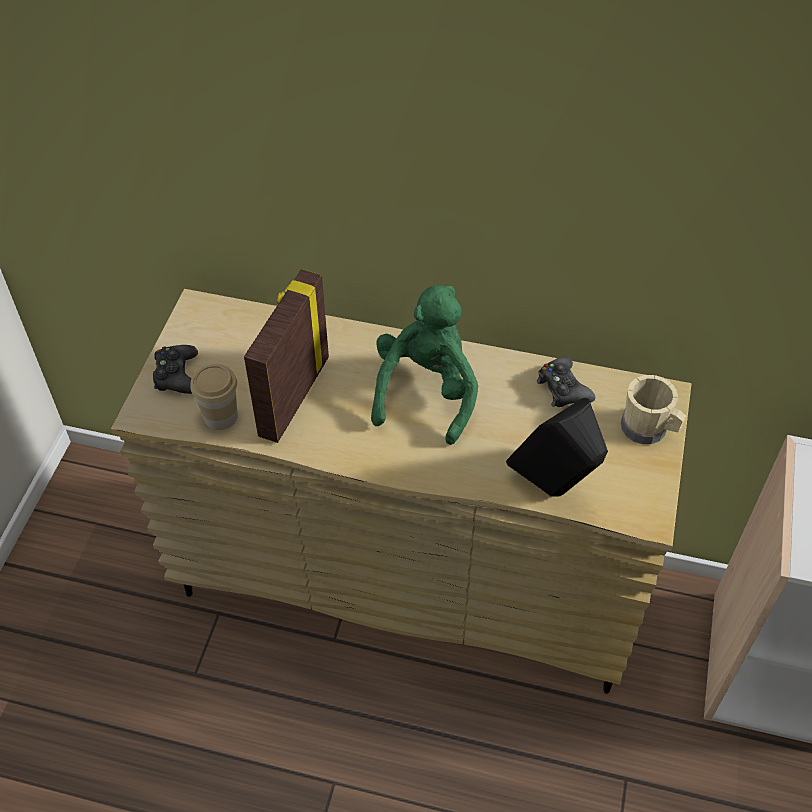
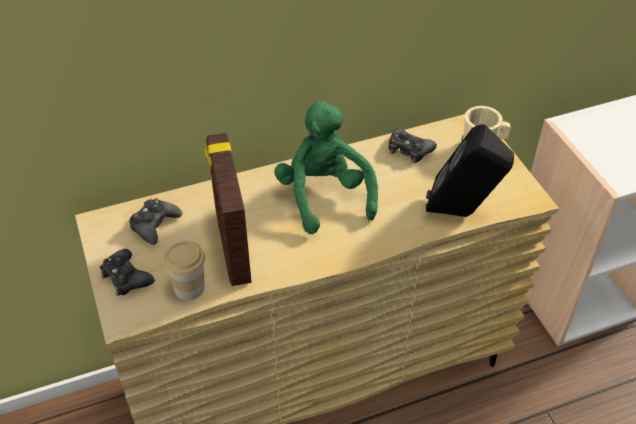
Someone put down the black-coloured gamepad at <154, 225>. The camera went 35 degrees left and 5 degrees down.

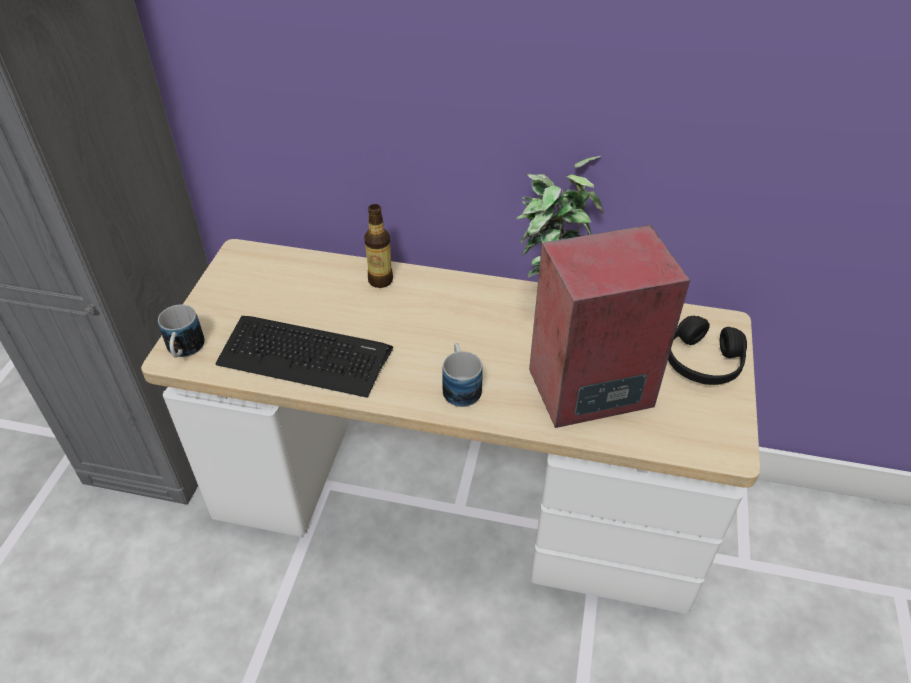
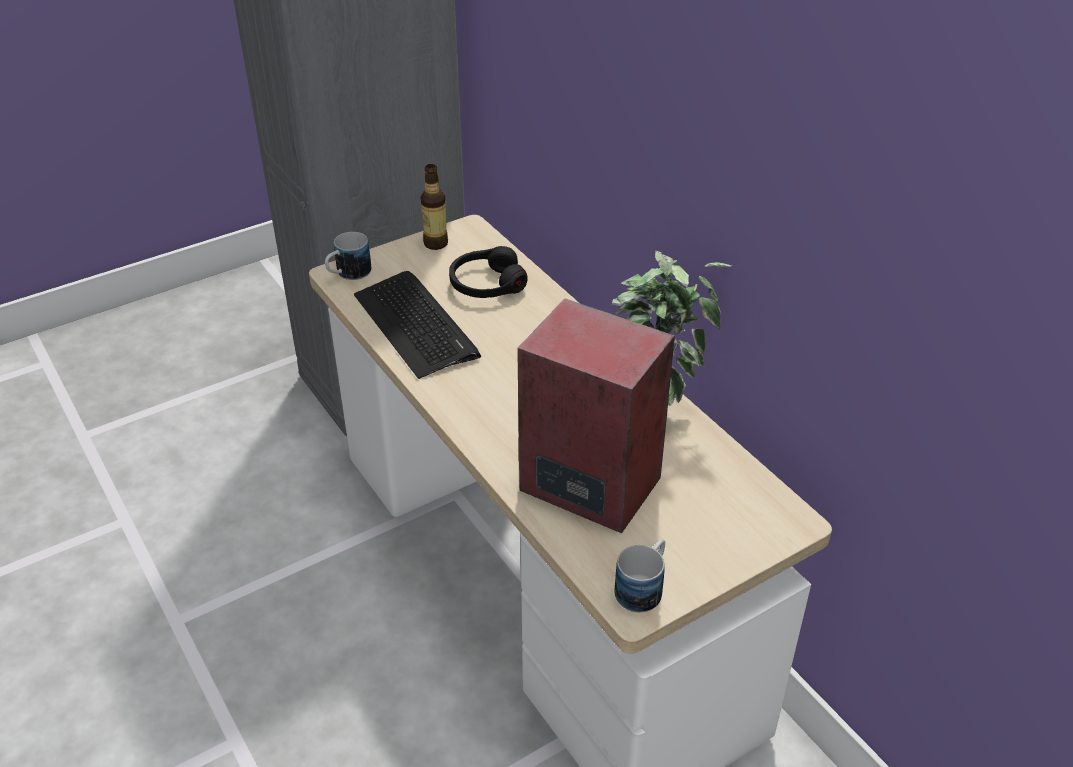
Someone carried the bottle from <380, 280> to <436, 243>. Someone carried the black-coloured headset from <702, 362> to <487, 284>. Someone carried the tea mug from <460, 385> to <643, 587>. The camera went 45 degrees right and 5 degrees down.

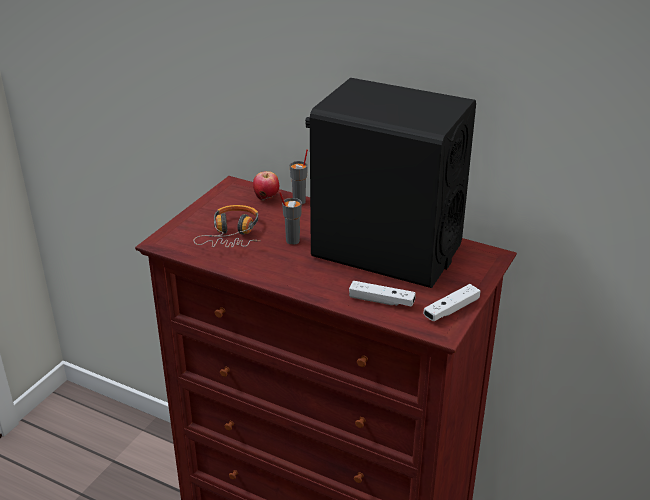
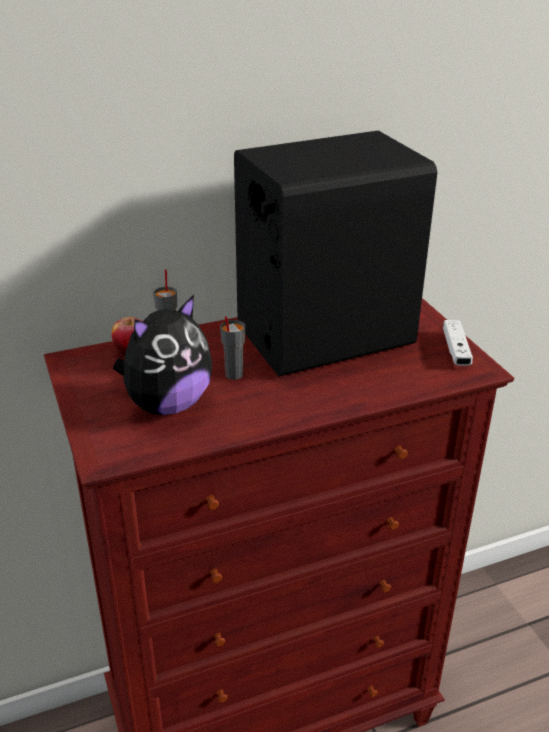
Someone swapped the headset at <232, 235> for the plush toy at <167, 404>. Someone took away the white gamepad at <381, 301>. The camera went 50 degrees left and 0 degrees up.

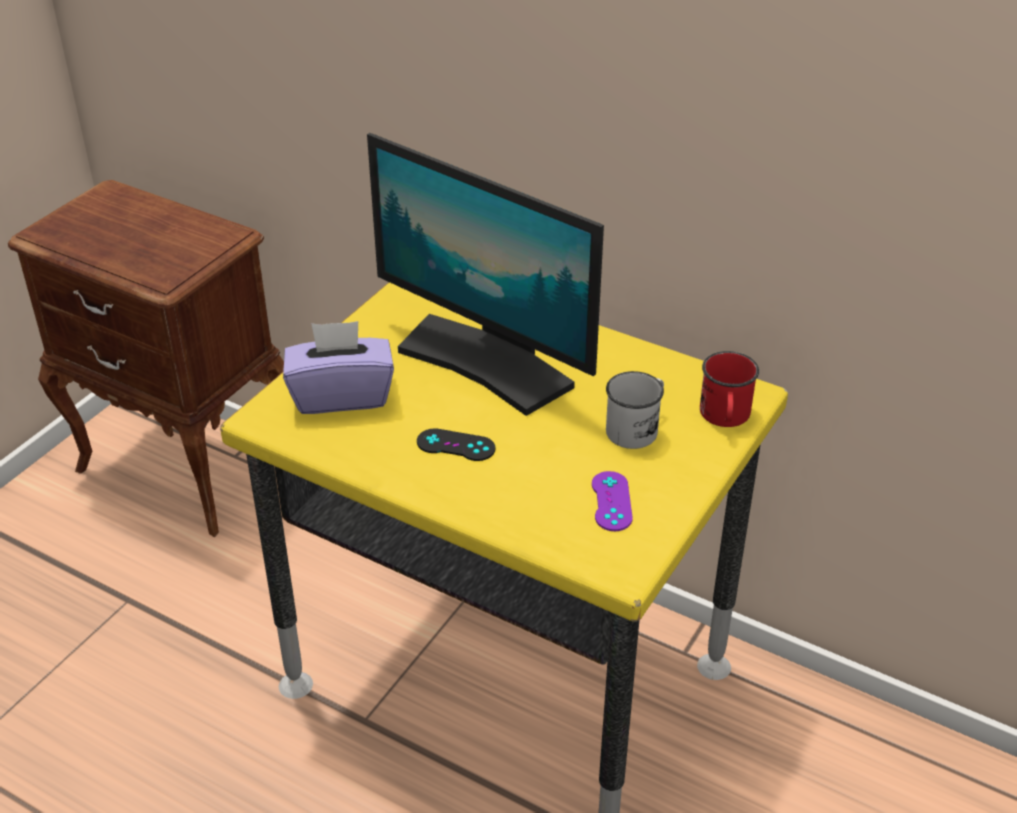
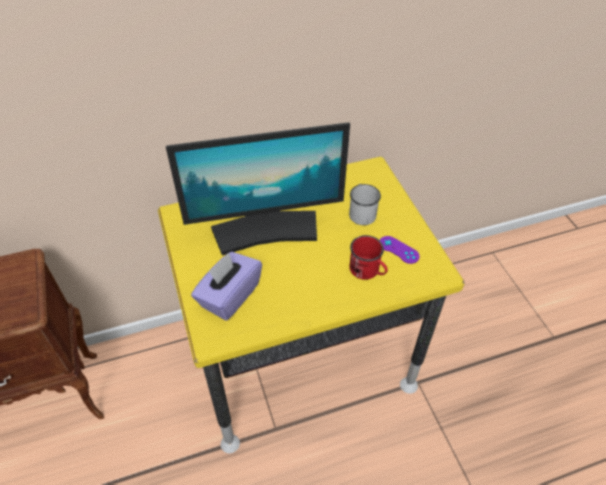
Someone carried the red-coloured tea mug from <725, 417> to <368, 271>. Someone took away the black-coloured gamepad at <456, 445>. The camera went 50 degrees left and 10 degrees up.

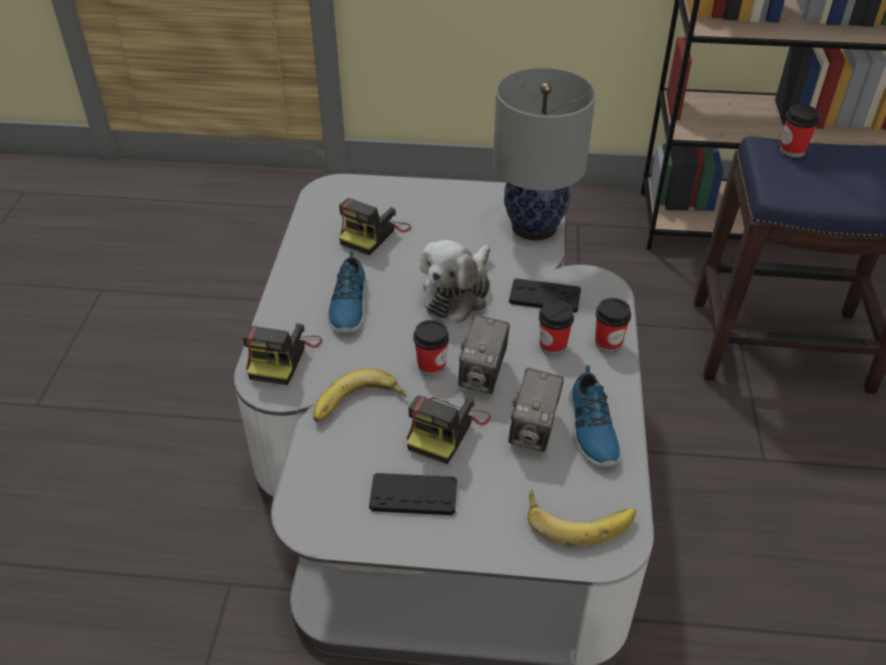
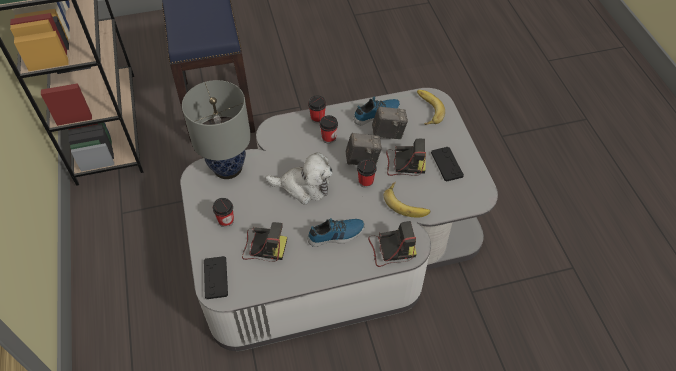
Someone carried the black-coloured gamepad from <545, 297> to <216, 278>. Someone carried the small cup from <792, 151> to <226, 220>. The camera went 110 degrees left and 10 degrees up.

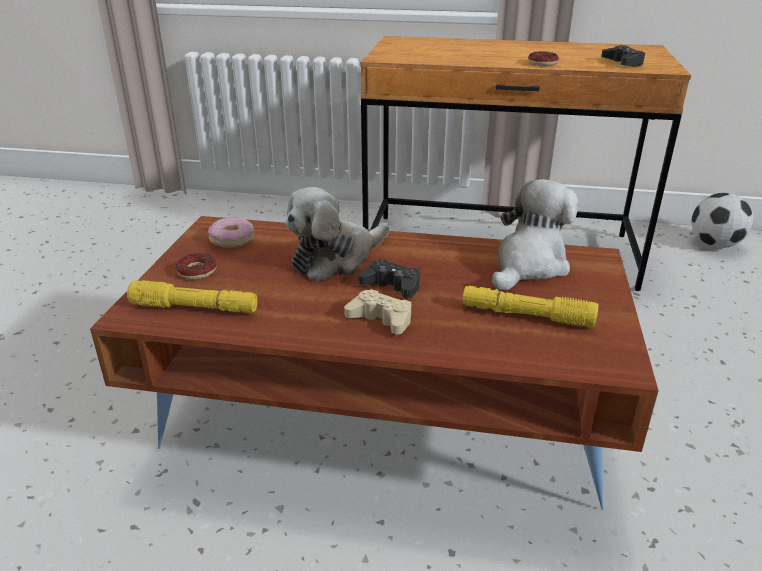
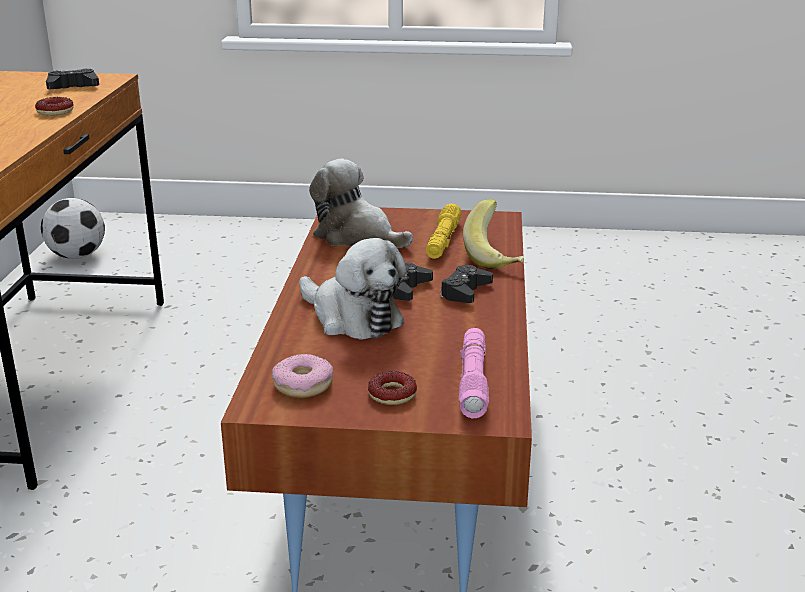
Someone repainted the sand-coloured gamepad at <381, 319>, which became the black-coloured gamepad at <465, 291>. Someone repainted the yellow torch at <195, 308>, which became the pink torch at <473, 381>. Someone put down the banana at <496, 257>. The camera went 95 degrees left and 5 degrees down.

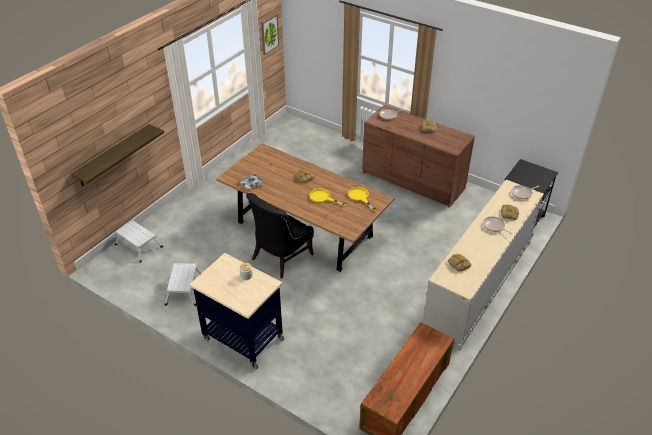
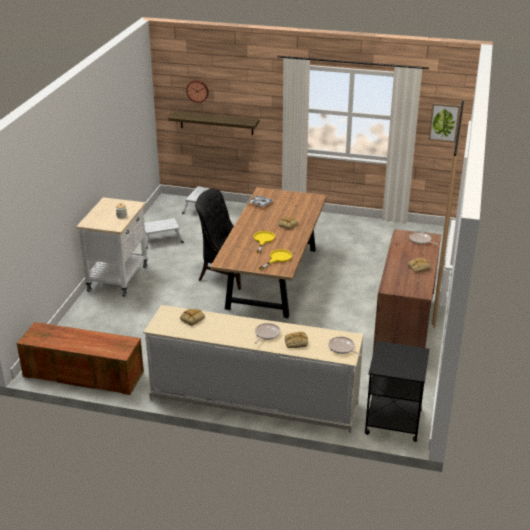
Someone repainted the blue trolley at <242, 339>, which became the white trolley at <117, 278>. Someone put up the wall clock at <197, 91>. The camera went 70 degrees right and 10 degrees down.

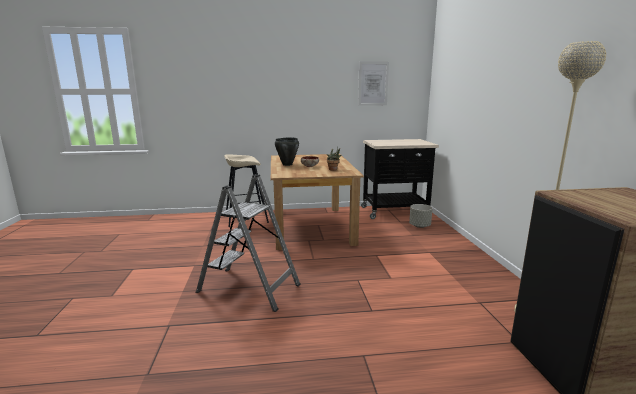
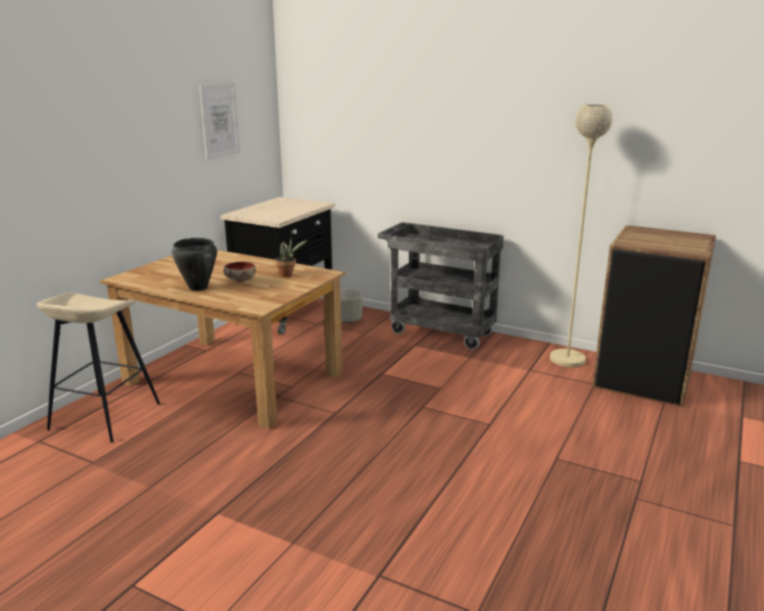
Someone put down the black-coloured trolley at <437, 334>. Someone took away the gray stepladder at <250, 288>. The camera went 55 degrees left and 5 degrees up.

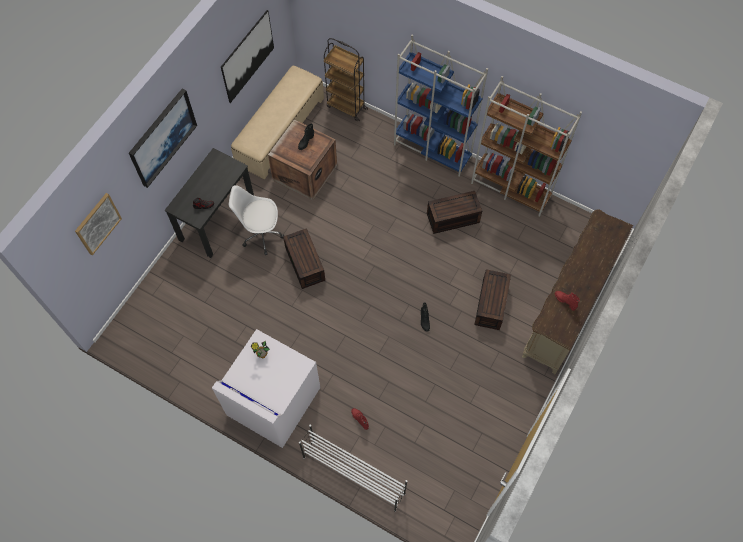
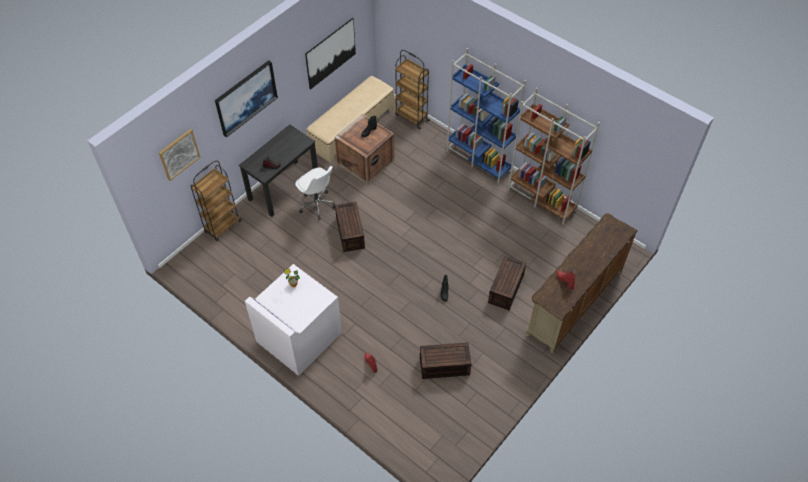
Someone put down the brown trolley at <222, 227>. Someone rotated the white computer chair at <261, 235> by 150 degrees counterclockwise. Someone carried the brown storage container from <452, 219> to <444, 367>. Someone took away the white shoe stand at <353, 475>. The camera went 10 degrees right and 10 degrees down.

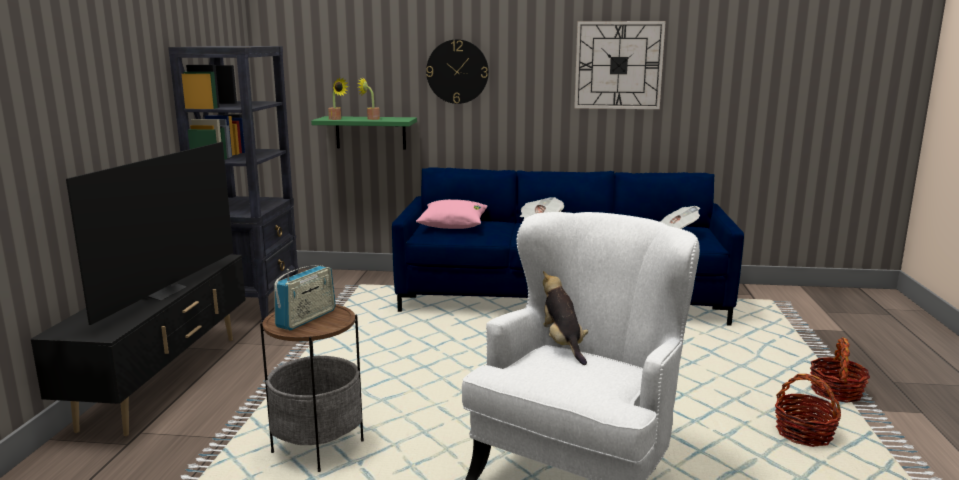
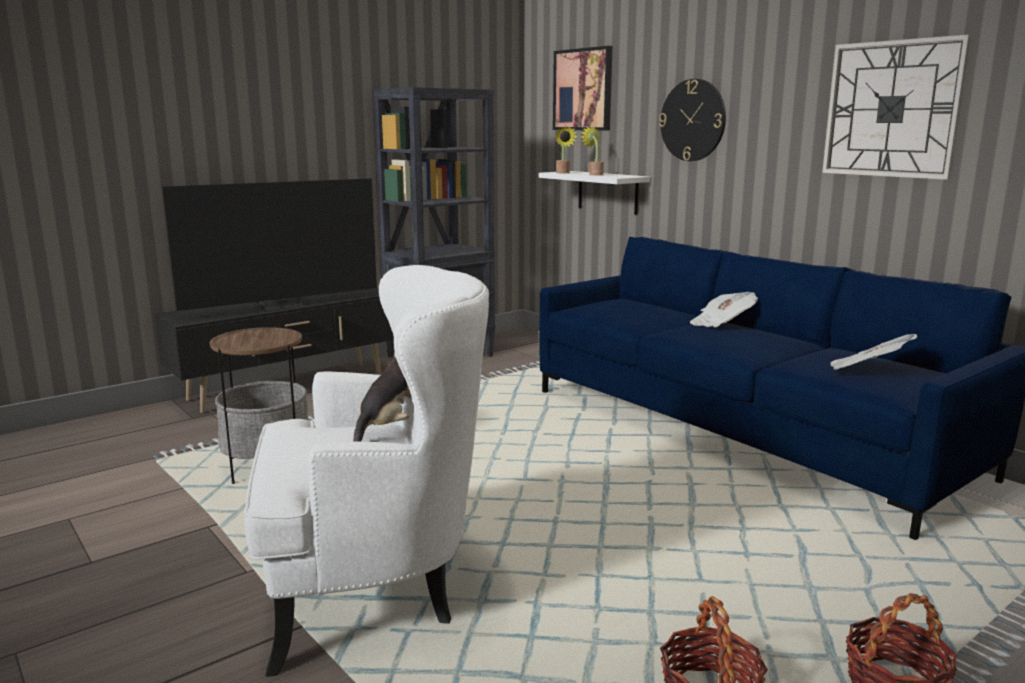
Someone repainted the green-coloured wall shelf at <370, 132>, which became the white wall shelf at <607, 192>. Someone put up the wall picture at <583, 90>. Someone took away the radio set at <306, 318>. Someone took away the pink throw pillow at <453, 226>. The camera went 45 degrees right and 0 degrees up.

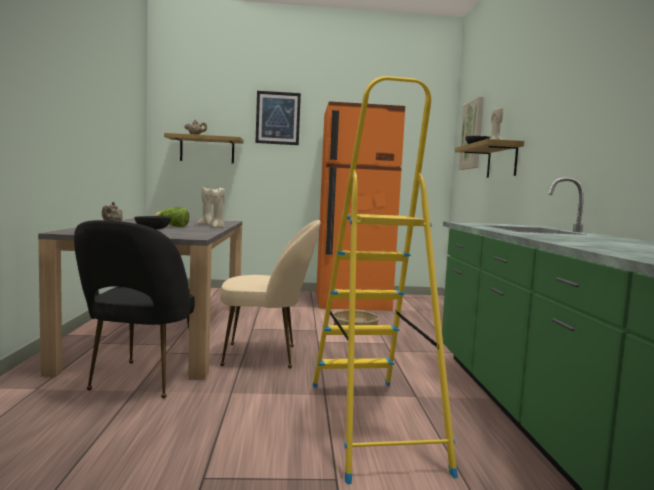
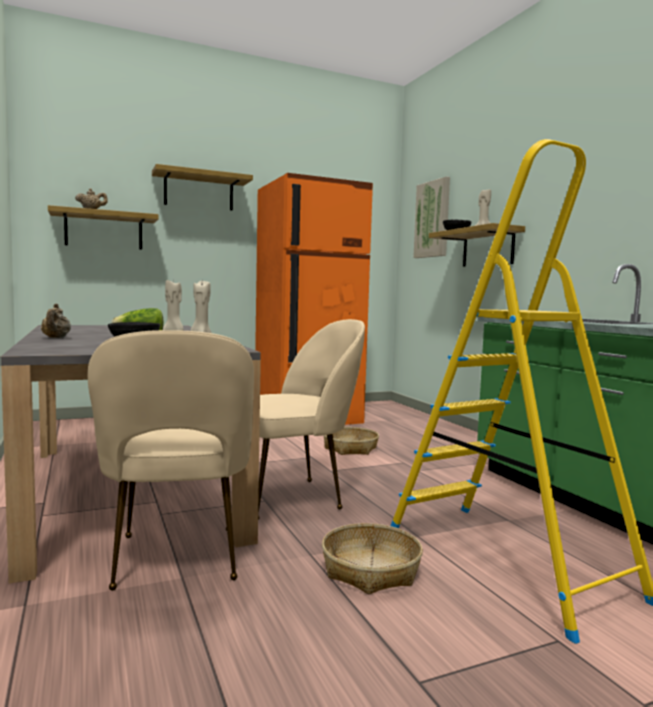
Someone repainted the black-coloured upright chair at <140, 382>, which became the sand-coloured upright chair at <175, 563>. Someone swapped the wall picture at <278, 118> for the wall shelf at <199, 191>. Someone put down the storage basket at <371, 570>. The camera went 20 degrees left and 0 degrees up.

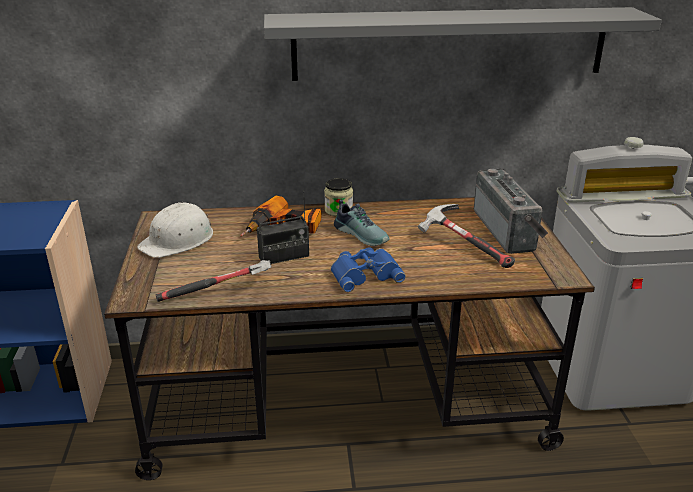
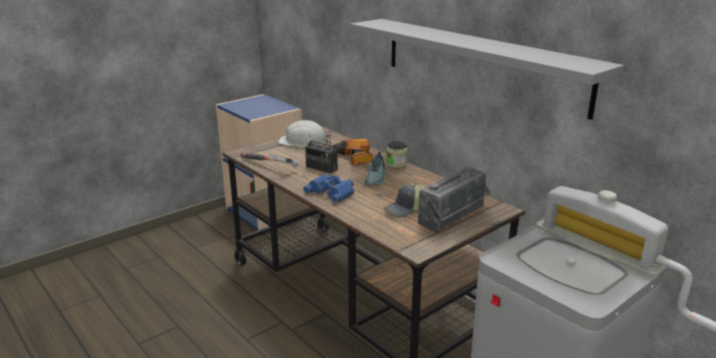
Someone swapped the hammer at <464, 247> for the cap at <407, 209>. The camera went 55 degrees right and 5 degrees down.

